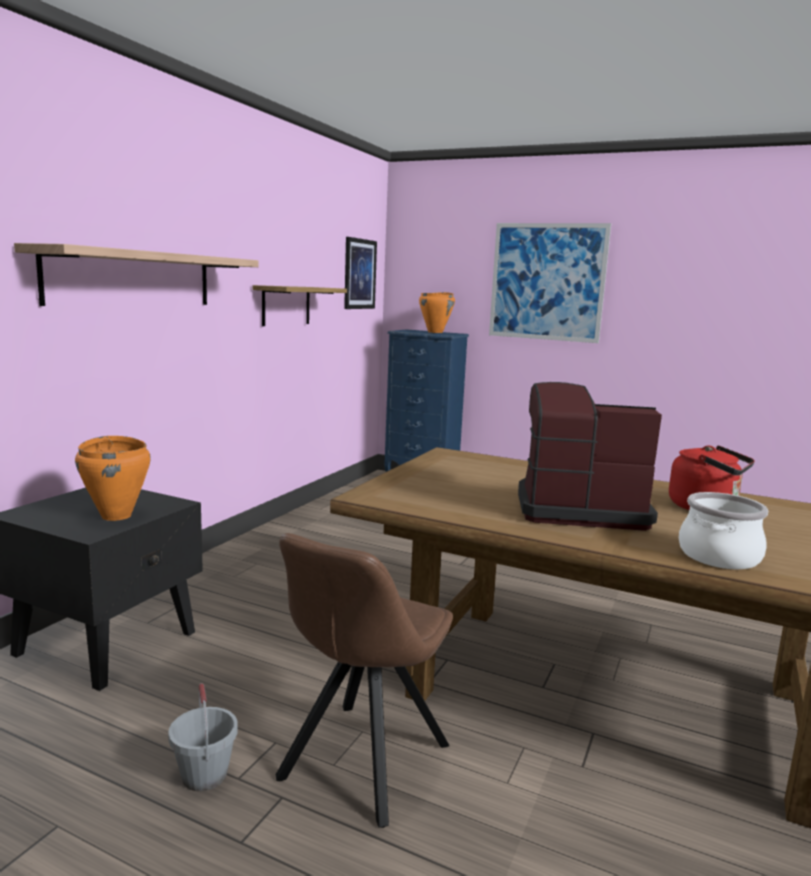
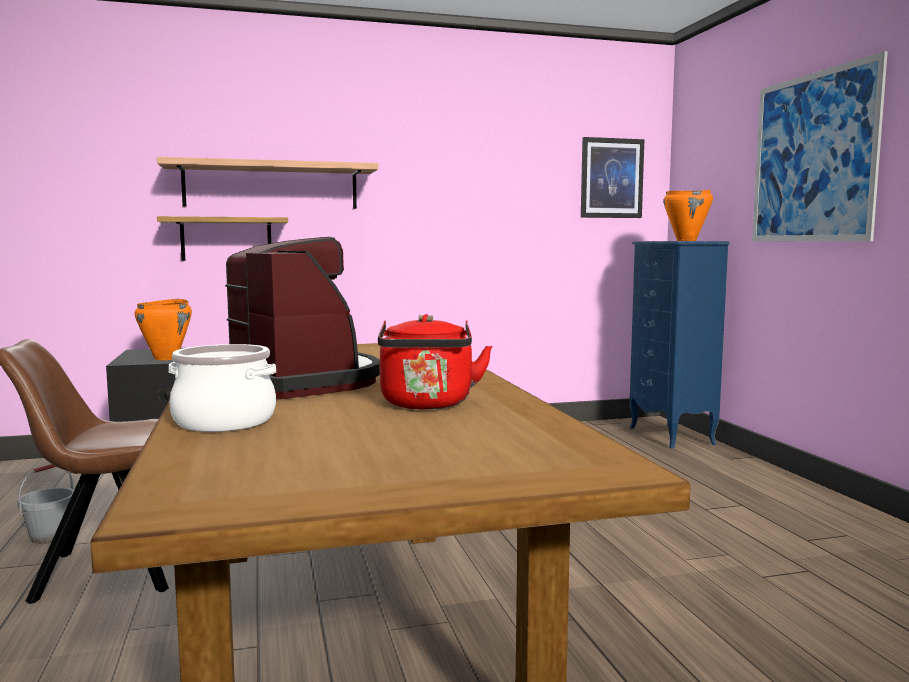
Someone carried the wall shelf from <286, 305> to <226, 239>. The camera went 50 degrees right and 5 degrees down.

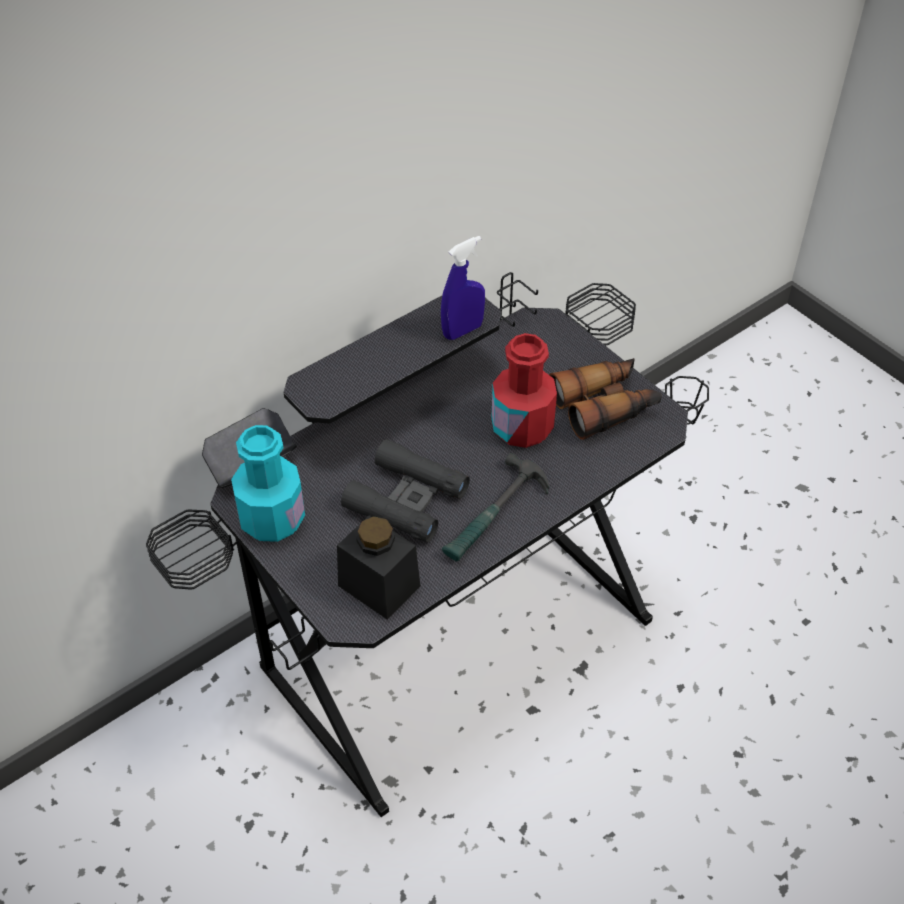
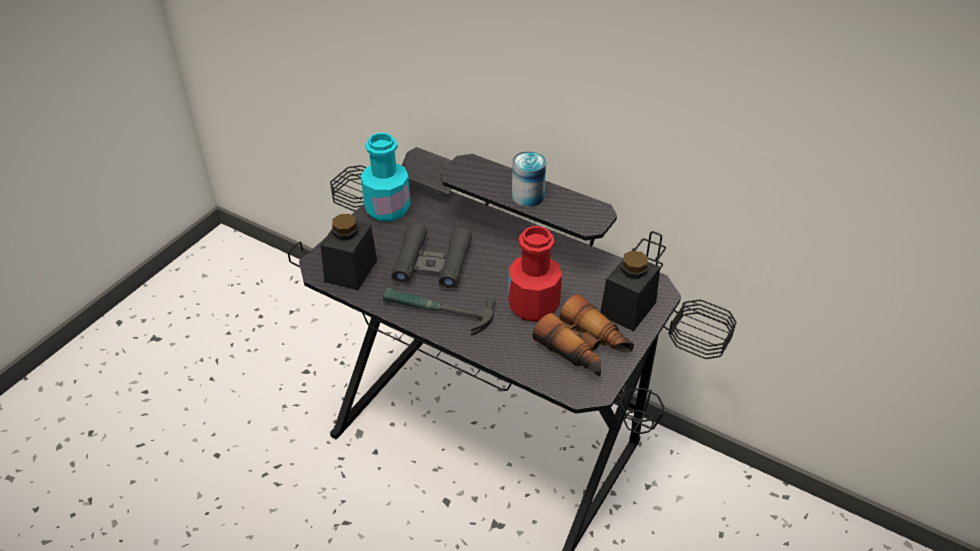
Someone put down the metal can at <528, 196>. Someone put down the black-coloured preserve jar at <628, 308>. Someone took away the blue hand sprayer at <462, 331>. The camera went 70 degrees right and 5 degrees down.

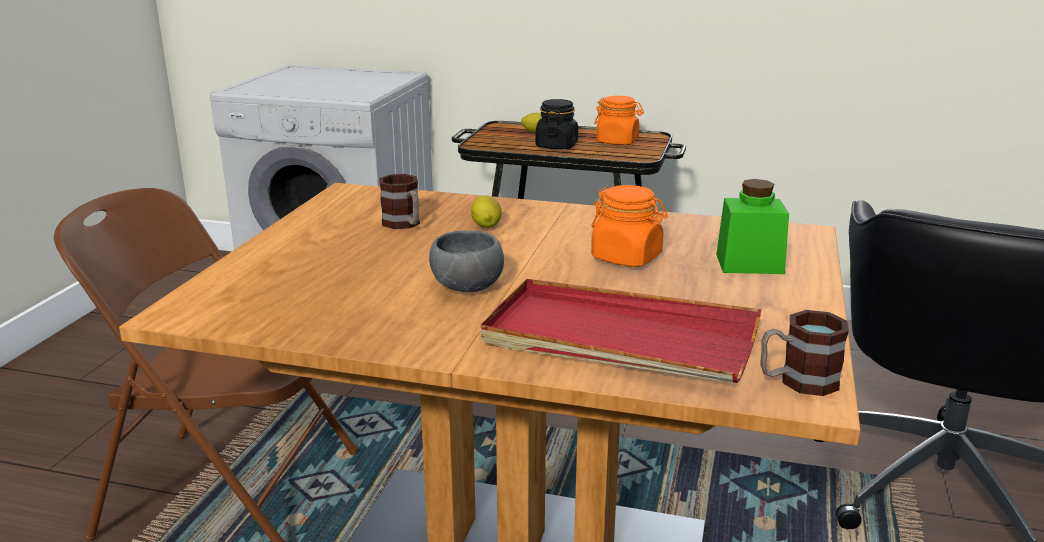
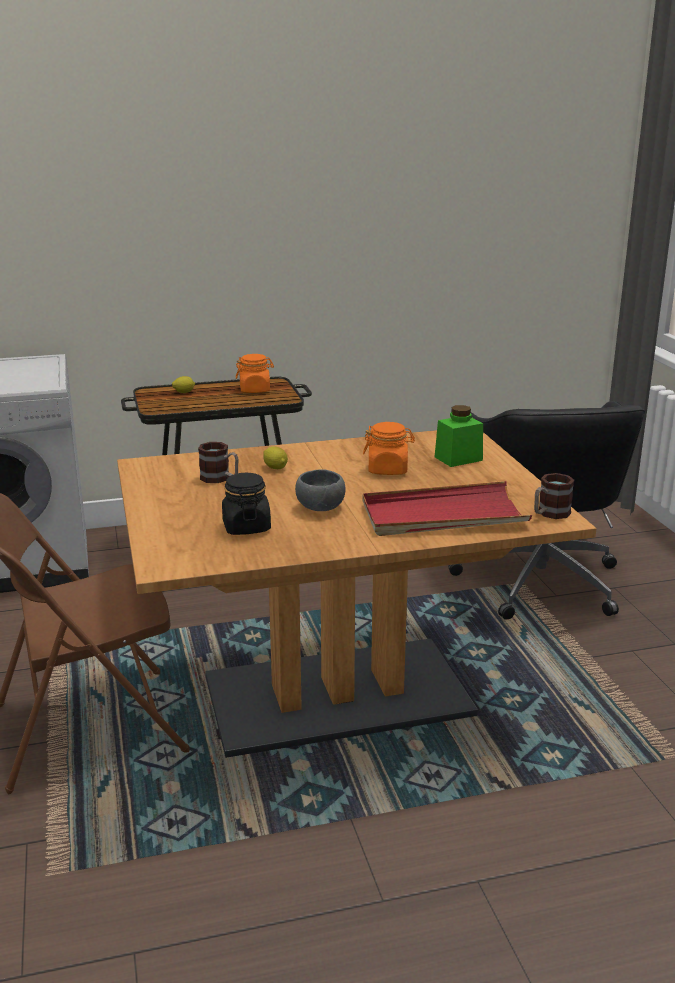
Someone carried the black-coloured preserve jar from <556, 146> to <246, 527>. The camera went 30 degrees left and 0 degrees up.

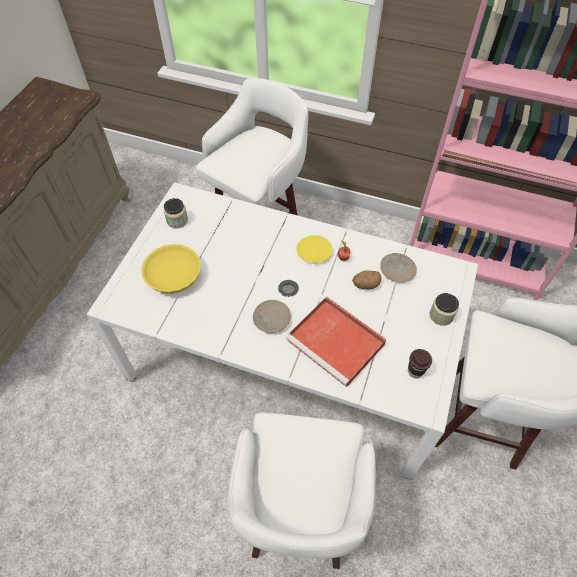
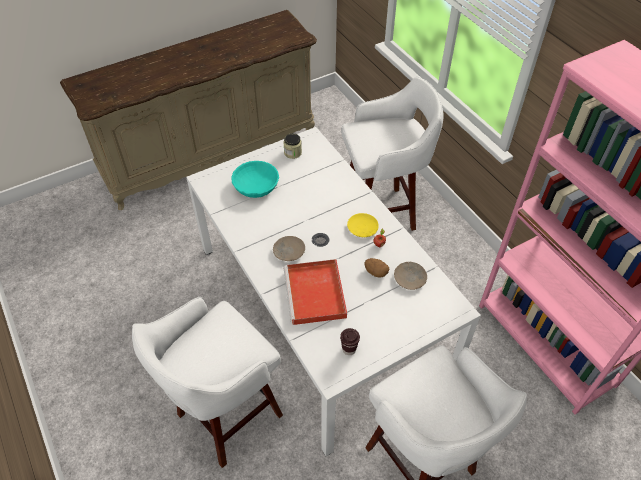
Someone repainted the yellow deep dish at <174, 276>, which became the turquoise-coloured deep dish at <256, 186>. Someone took away the preserve jar at <441, 315>. The camera went 40 degrees right and 5 degrees down.

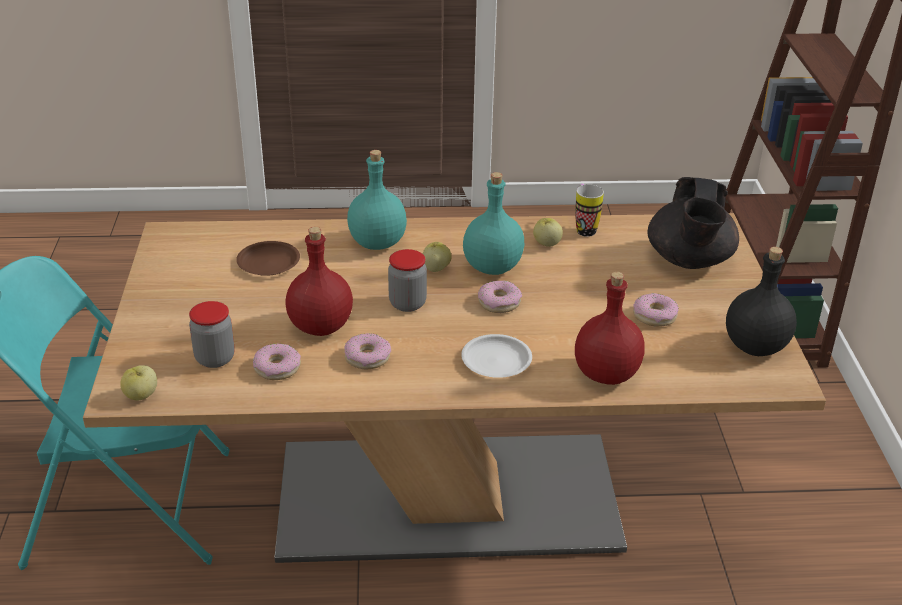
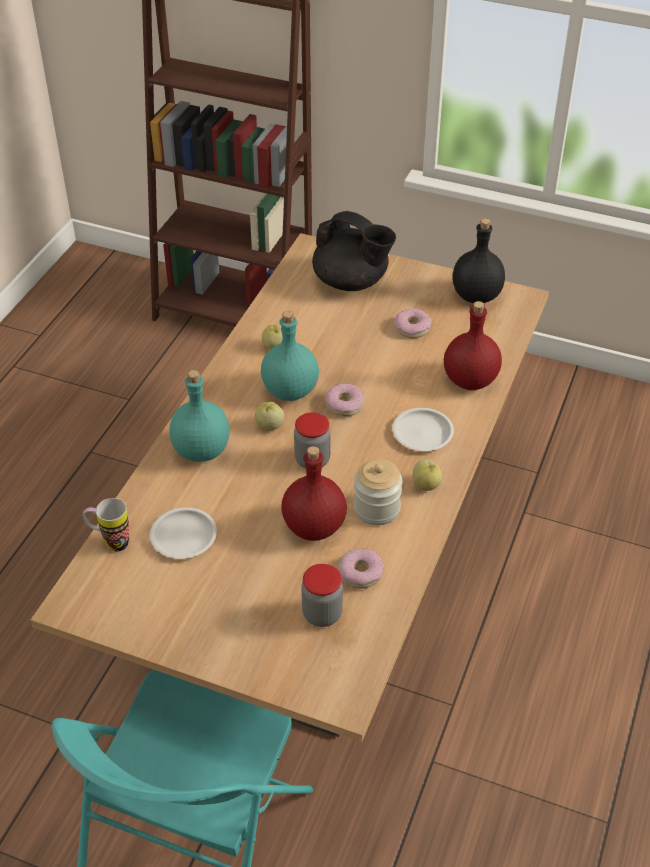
Someone carried the tea mug from <583, 228> to <110, 542>. Someone repainted the brown plate at <268, 262>, which became the white plate at <183, 537>. Someone swapped the doughnut at <367, 357> for the preserve jar at <377, 508>. Someone carried the apple from <141, 396> to <426, 485>. The camera went 65 degrees left and 10 degrees up.

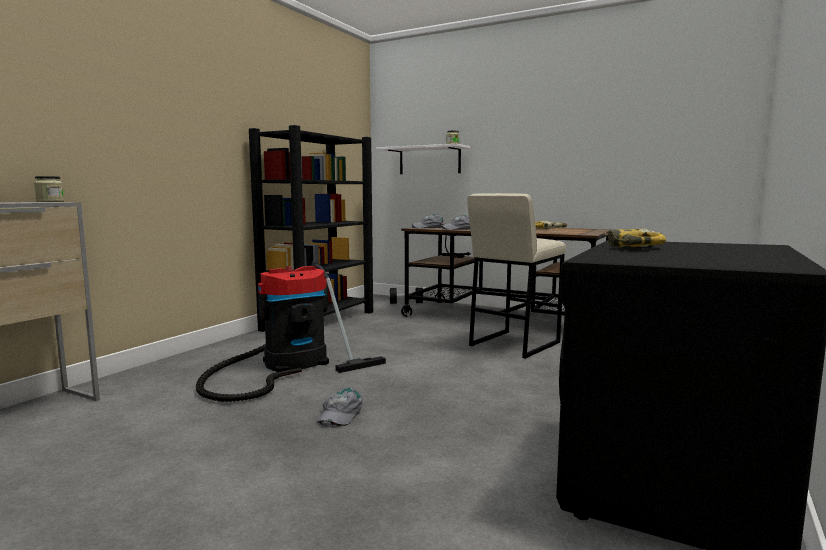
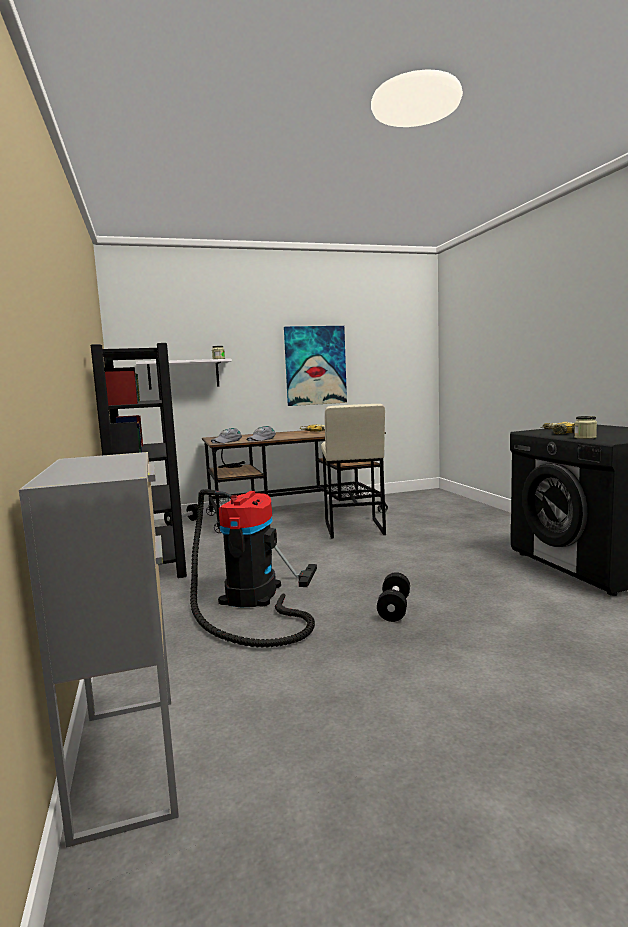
Someone put up the wall picture at <315, 365>. Someone swapped the gray cap at <339, 414> for the black-coloured hand weight at <394, 609>. Someone carried the preserve jar from <50, 201> to <585, 437>. The camera went 45 degrees left and 0 degrees up.

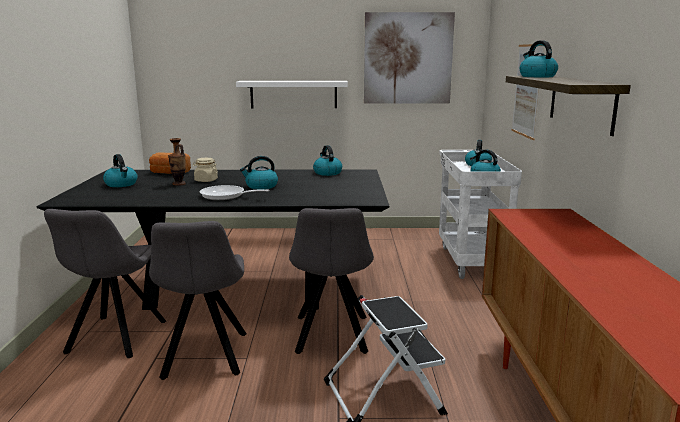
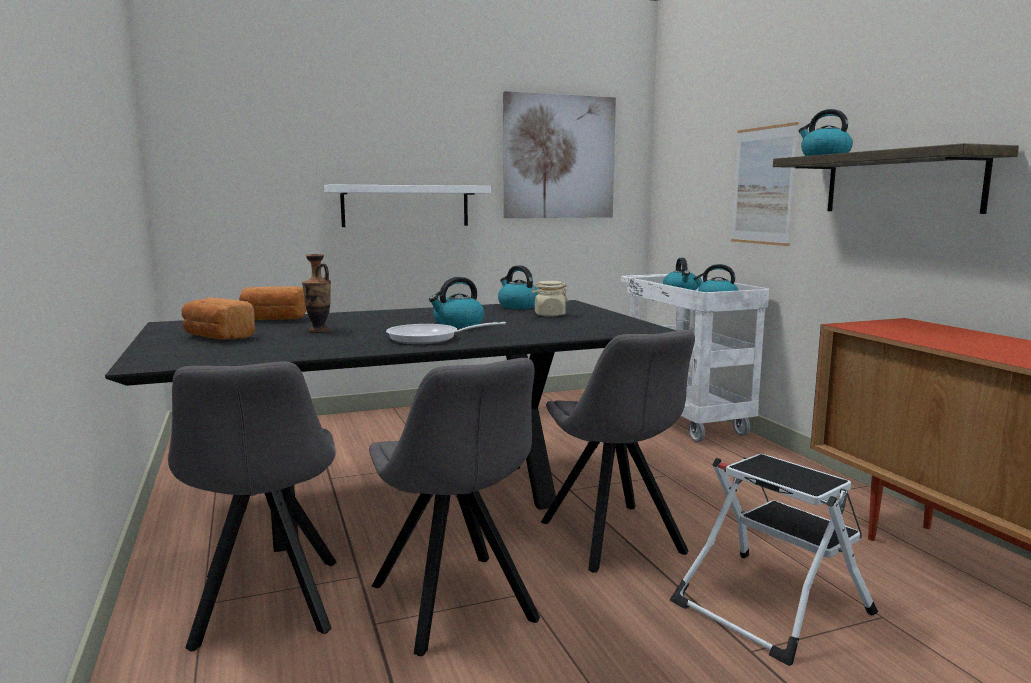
Someone swapped the water kettle at <121, 184> for the bakery bread at <217, 337>. Someone carried the sand-coloured preserve jar from <206, 180> to <549, 315>. The camera went 20 degrees left and 5 degrees down.

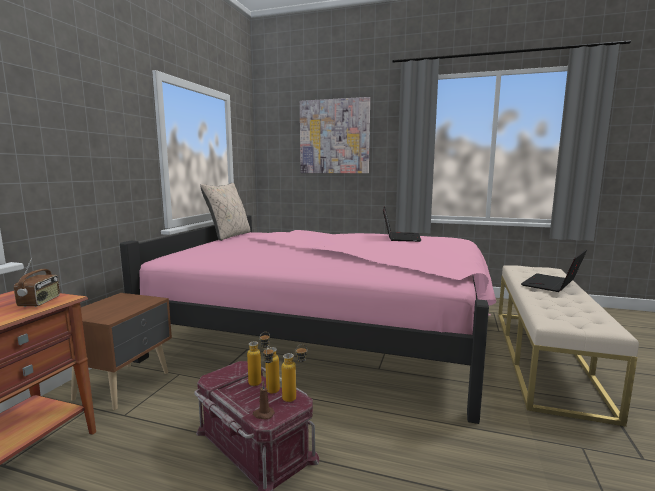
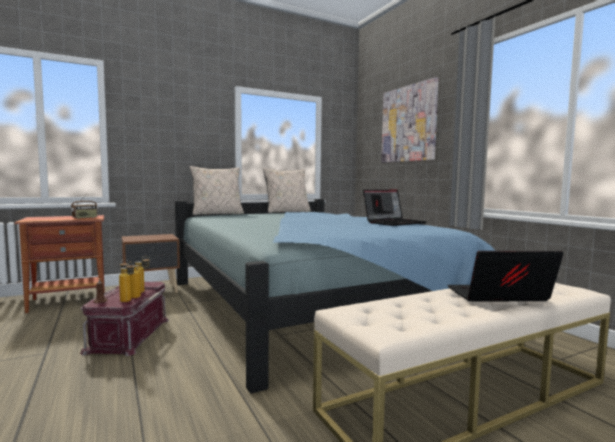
Someone repainted the pink bedroom bed at <334, 332>, which became the blue bedroom bed at <312, 305>. Someone put down the sand-coloured throw pillow at <217, 214>. The camera went 45 degrees right and 5 degrees down.

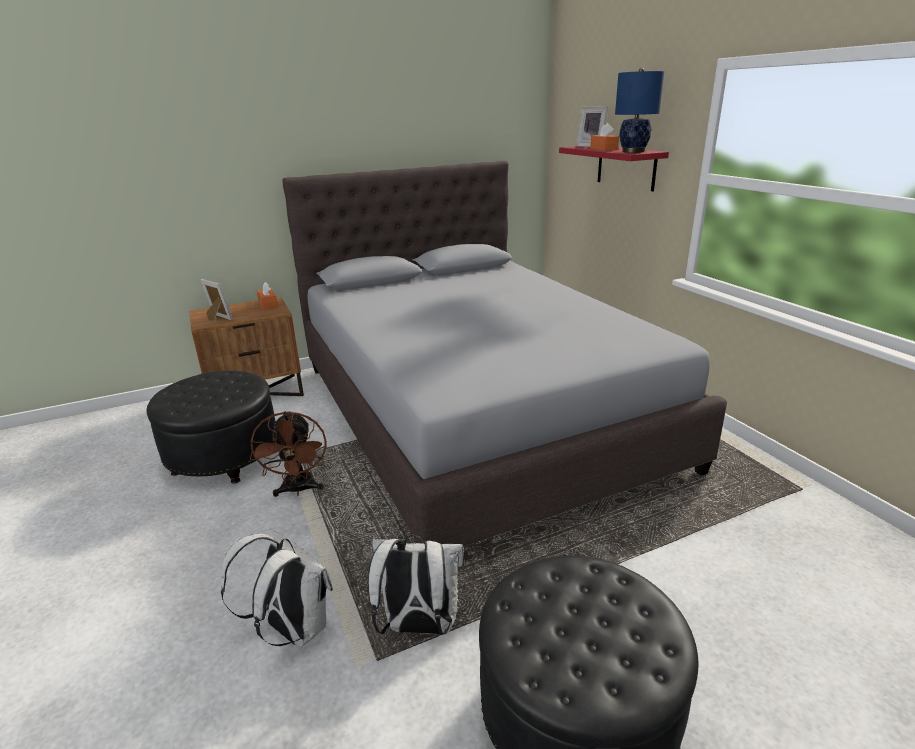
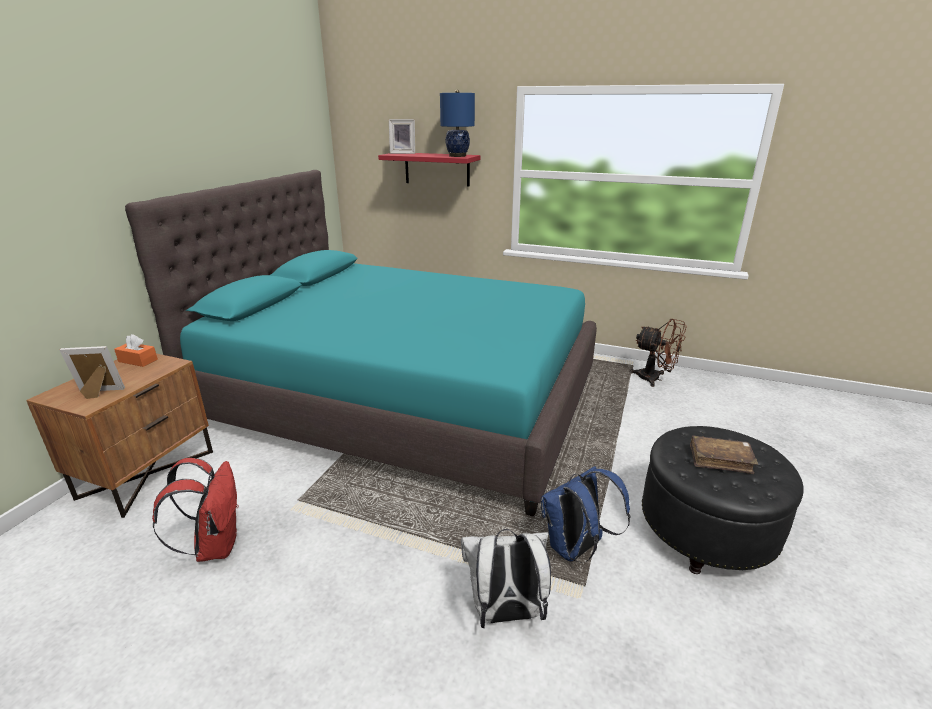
Someone repainted the gray bedroom bed at <476, 413>, which became the turquoise-coloured bedroom bed at <402, 399>. Someone swapped the black-coloured ottoman at <224, 458> for the red-coloured backpack at <215, 545>. Someone repainted the white backpack at <419, 626>, which became the blue backpack at <576, 549>. Someone carried the brown cooling fan from <298, 490> to <654, 379>. Someone put down the brown book at <720, 460>. Someone took away the orangey box of tissues at <603, 149>. The camera went 45 degrees left and 0 degrees up.

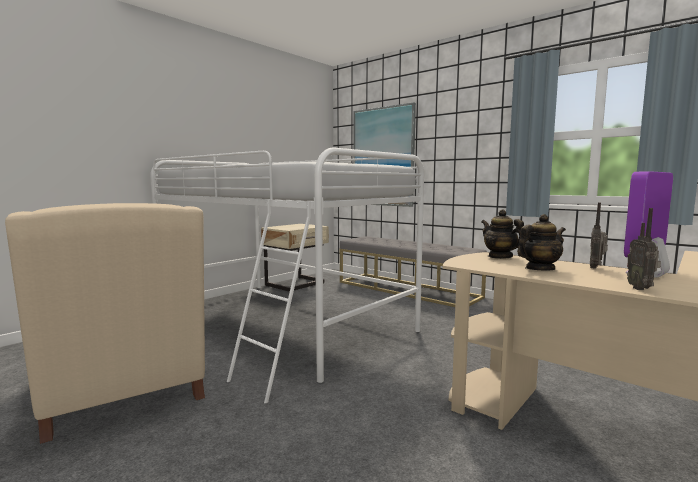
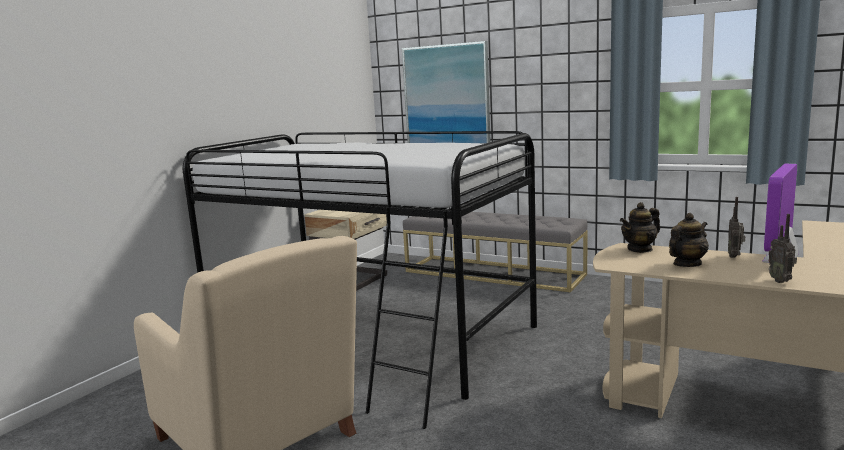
Someone repainted the white bedroom bed at <280, 322>, which became the black-coloured bedroom bed at <371, 335>. Someone rotated the tea pot at <500, 256> by 75 degrees counterclockwise. The camera went 10 degrees left and 5 degrees up.

